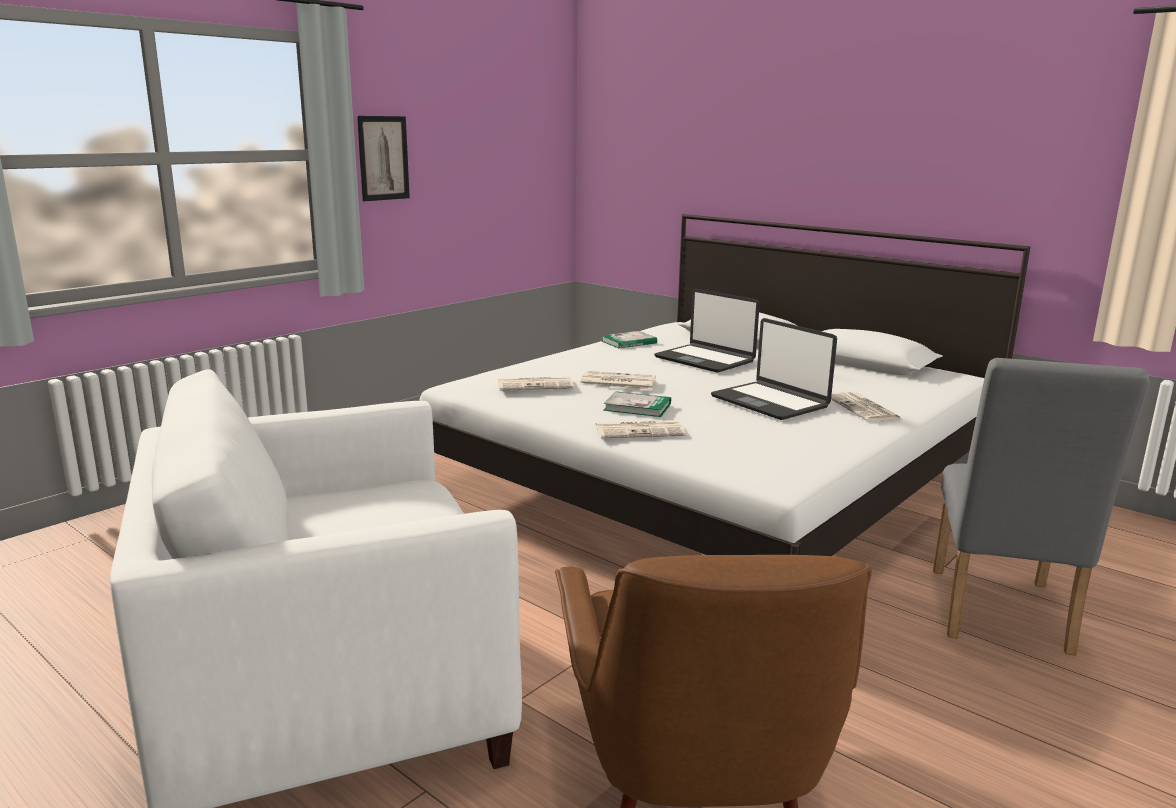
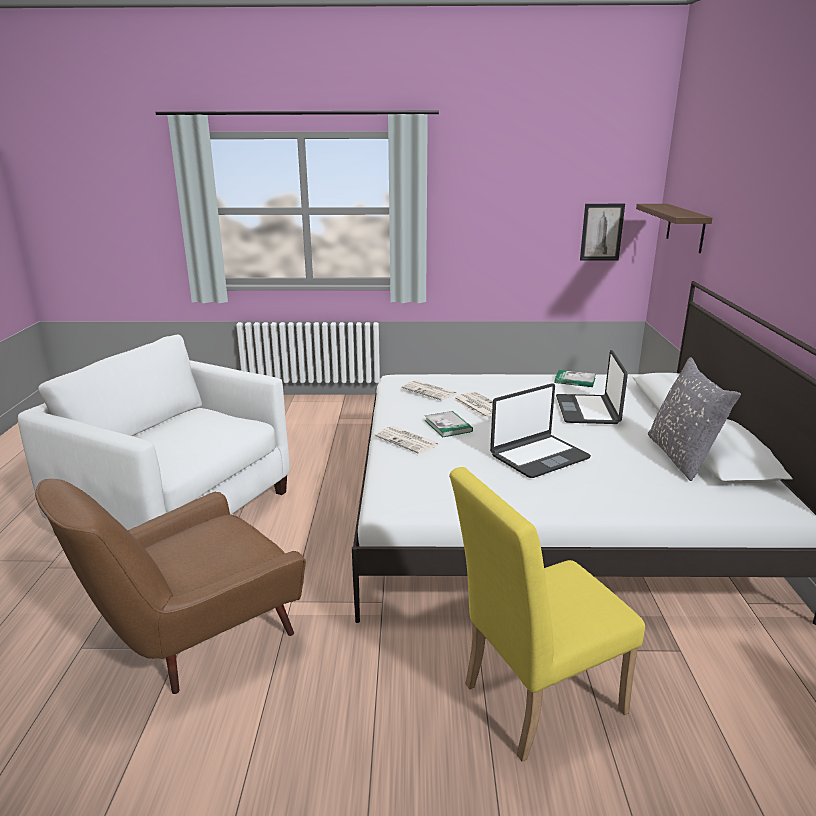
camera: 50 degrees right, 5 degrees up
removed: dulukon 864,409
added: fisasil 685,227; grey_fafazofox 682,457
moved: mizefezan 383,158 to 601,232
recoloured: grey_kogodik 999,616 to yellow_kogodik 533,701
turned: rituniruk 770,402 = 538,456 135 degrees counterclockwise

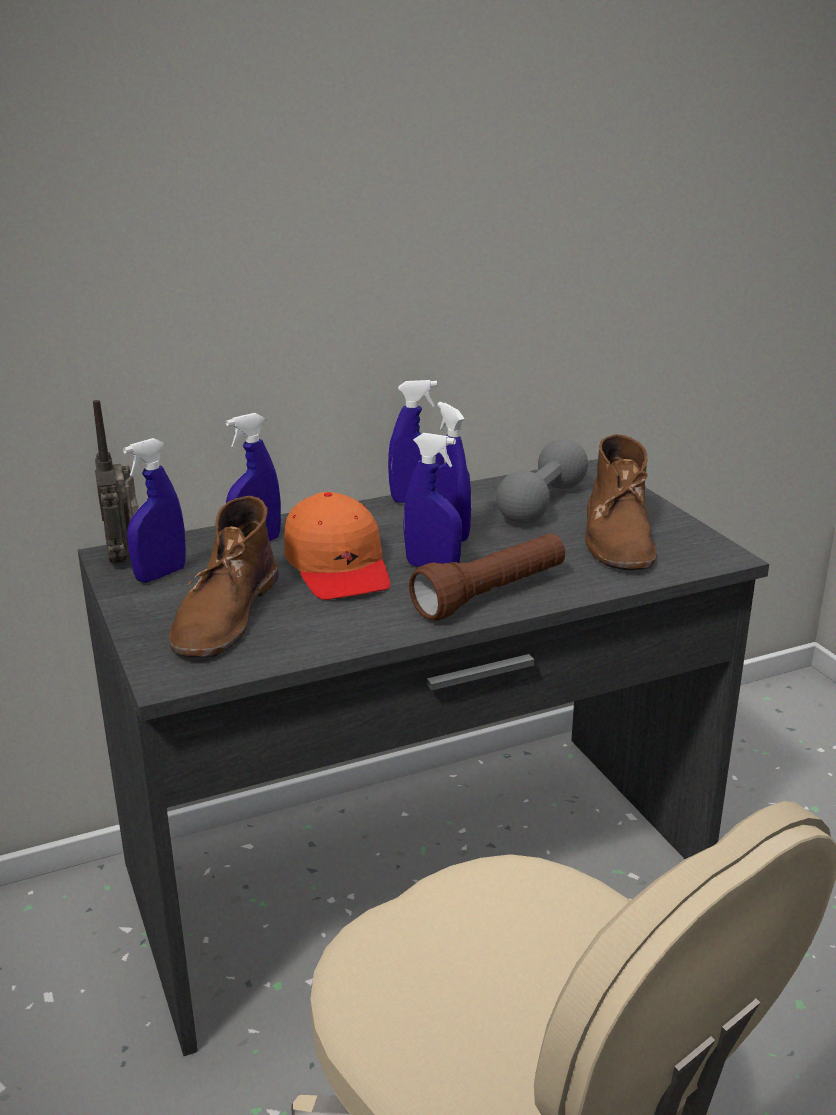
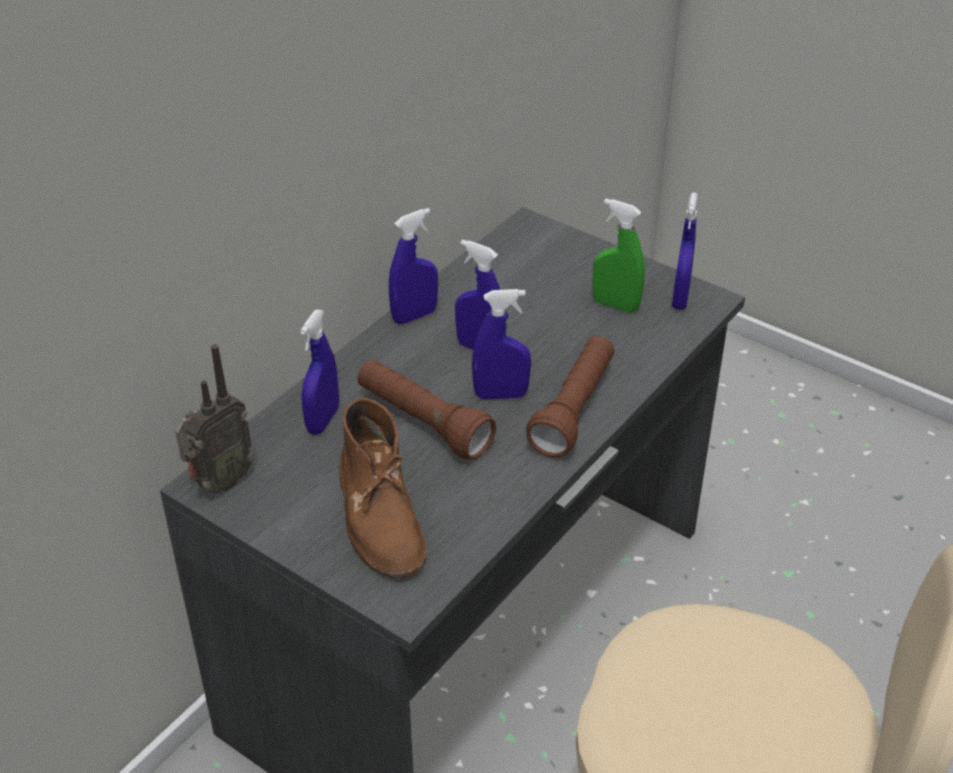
camera: 30 degrees left, 15 degrees up
removed: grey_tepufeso 542,503
moved: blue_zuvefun 161,575 to 680,298
replaced: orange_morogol 338,566 to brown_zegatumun 423,423; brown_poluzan 618,537 to green_zuvefun 615,305
turned: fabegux 125,557 = 219,483 90 degrees counterclockwise

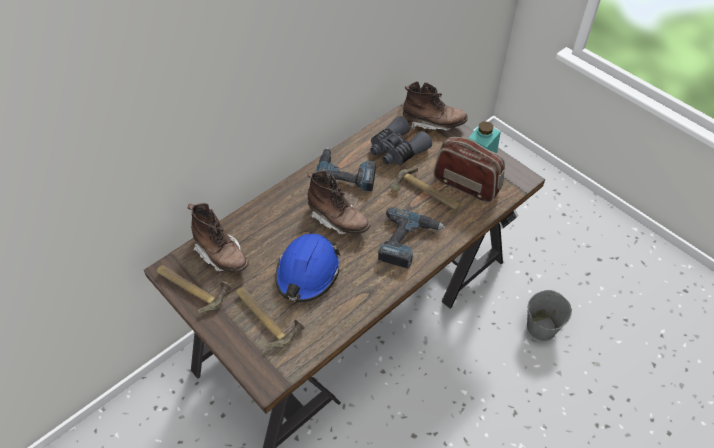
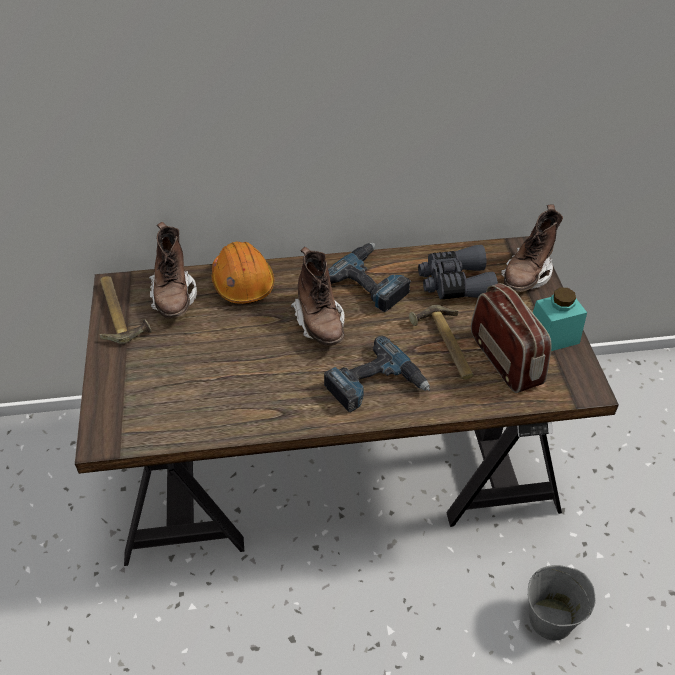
camera: 35 degrees right, 5 degrees down
removed: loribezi 266,316; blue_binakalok 307,273
added: orange_binakalok 242,283
turned: brown_poluzan 433,123 = 526,275 75 degrees clockwise

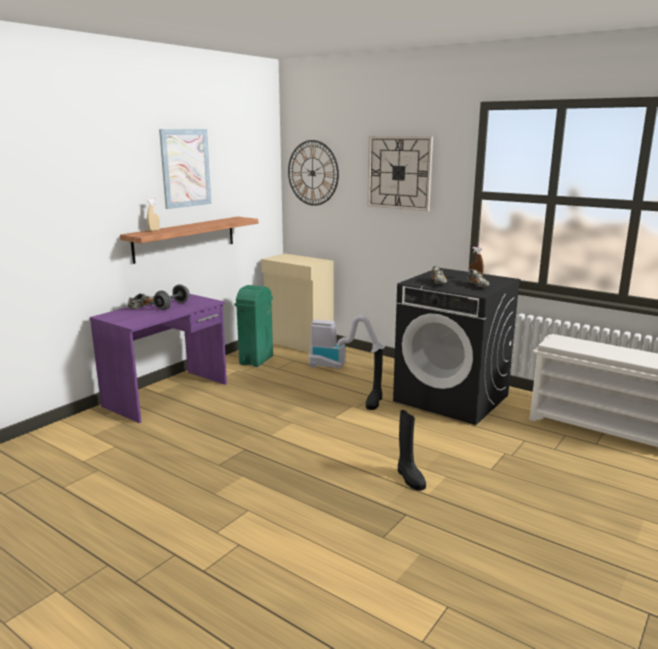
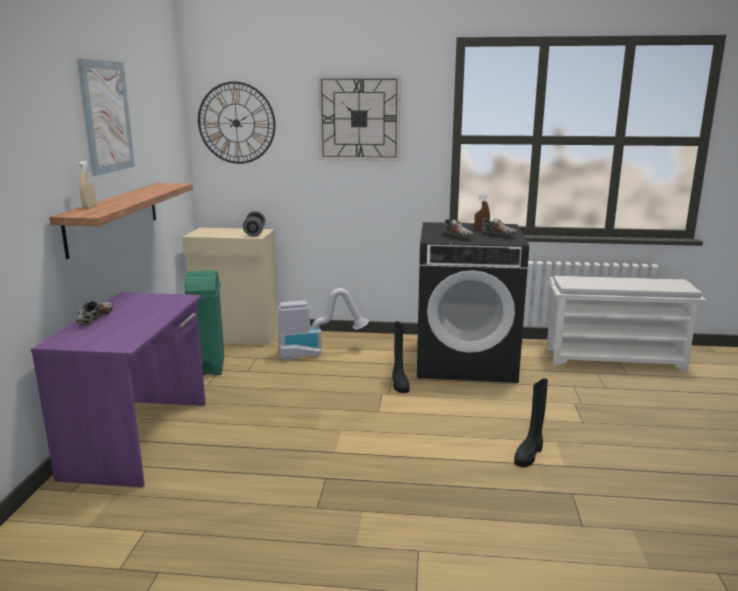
camera: 30 degrees left, 0 degrees up
moved: grey_tepufeso 172,306 to 254,233
turned: black_poluzan 409,478 = 529,454 90 degrees clockwise

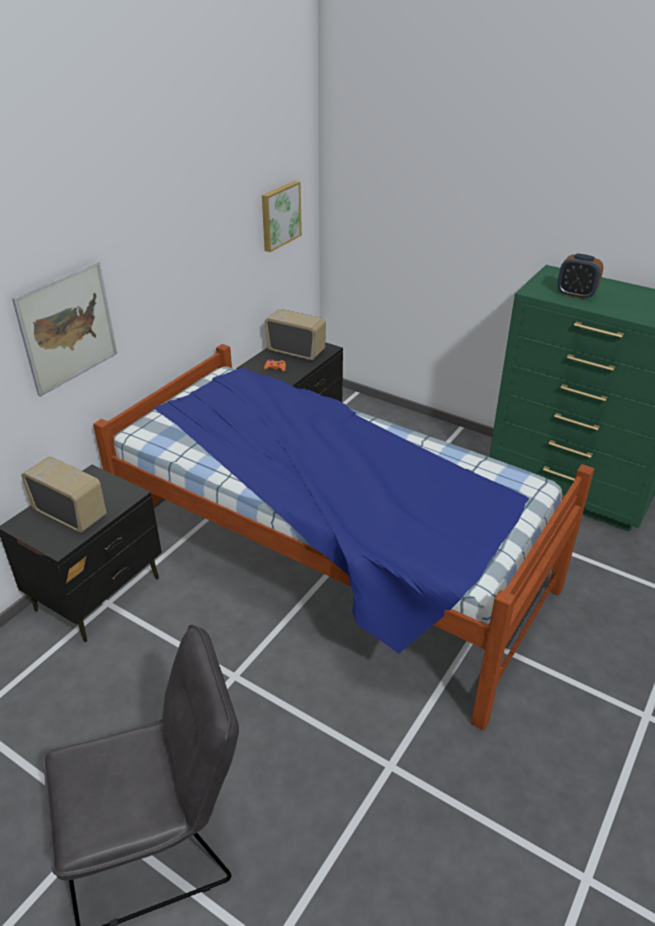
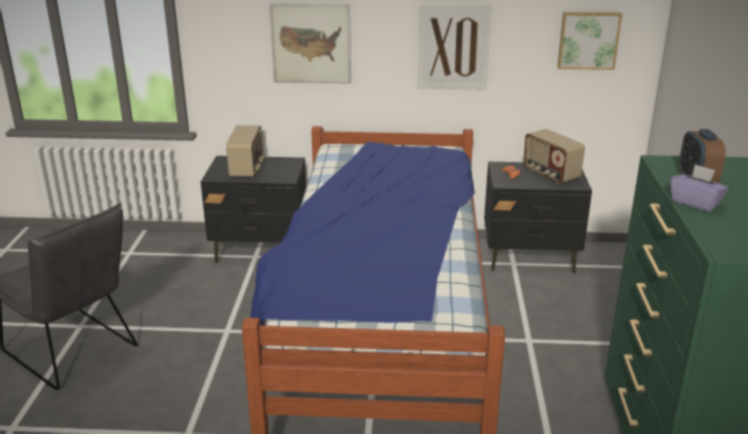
camera: 60 degrees right, 10 degrees down
added: mizefezan 453,47; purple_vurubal 695,203
turned: fabegux 296,351 = 550,174 150 degrees clockwise

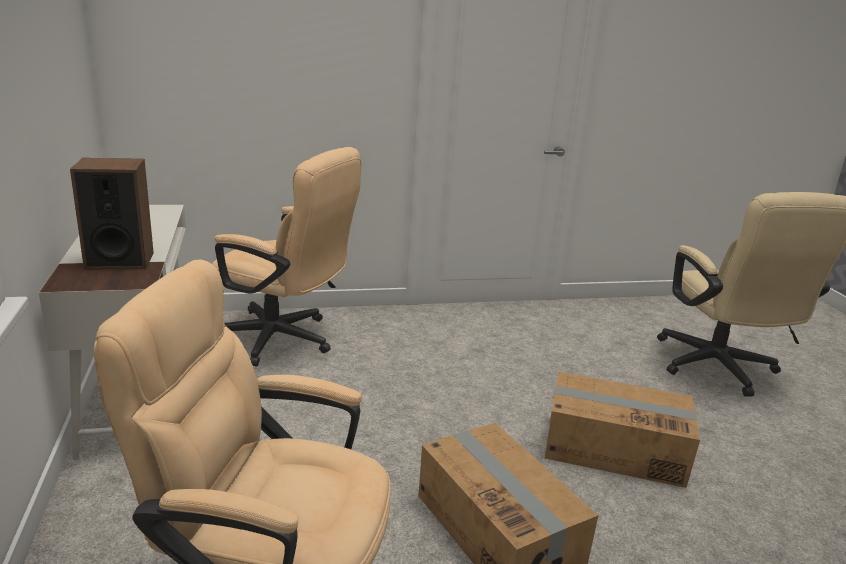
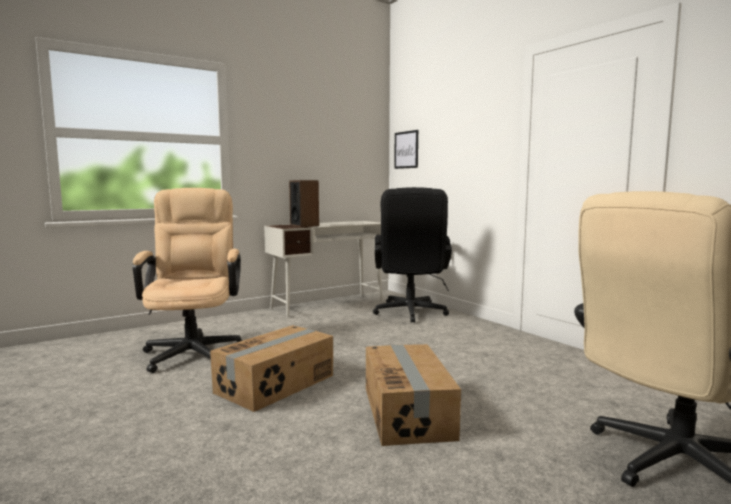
camera: 70 degrees right, 15 degrees down
added: mizefezan 406,150
recoloured: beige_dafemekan 283,340 to black_dafemekan 410,314

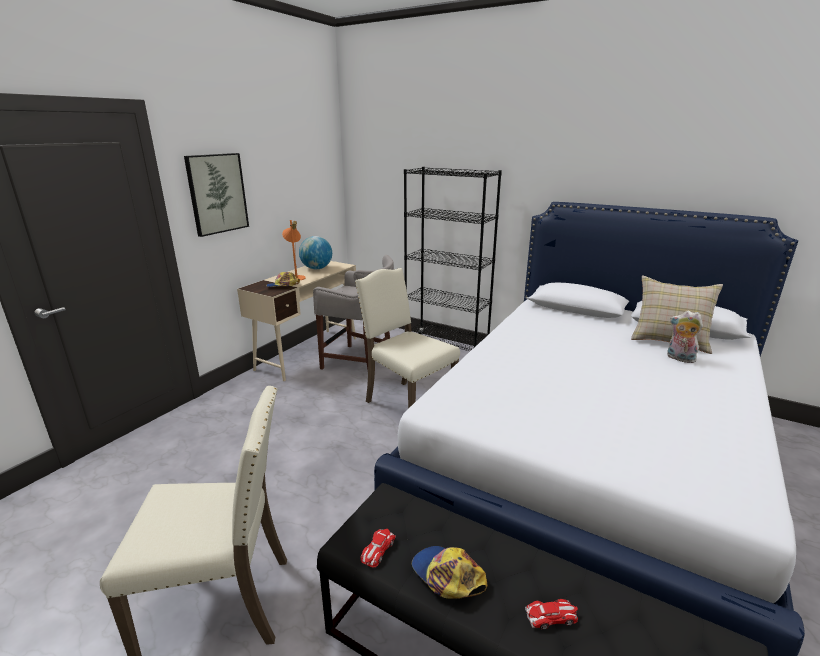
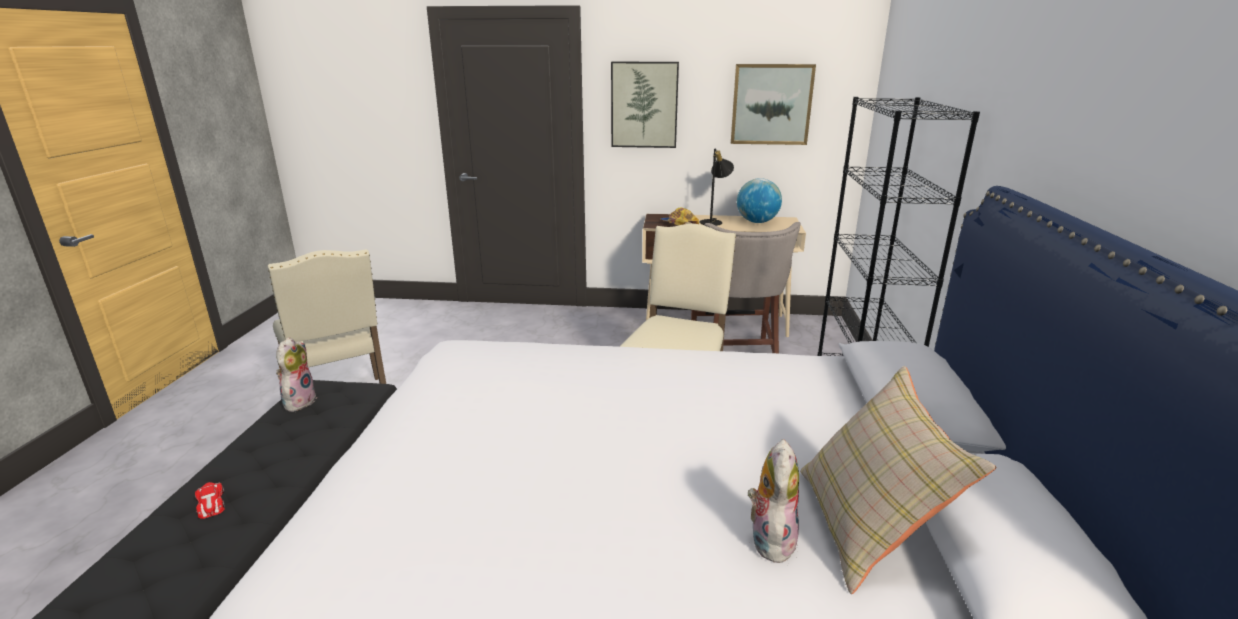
camera: 65 degrees right, 0 degrees up
removed: morogol 447,576
added: mizefezan 771,104
replaced: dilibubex 377,550 to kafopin 299,401
recoloured: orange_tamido 296,277 to black_tamido 714,222

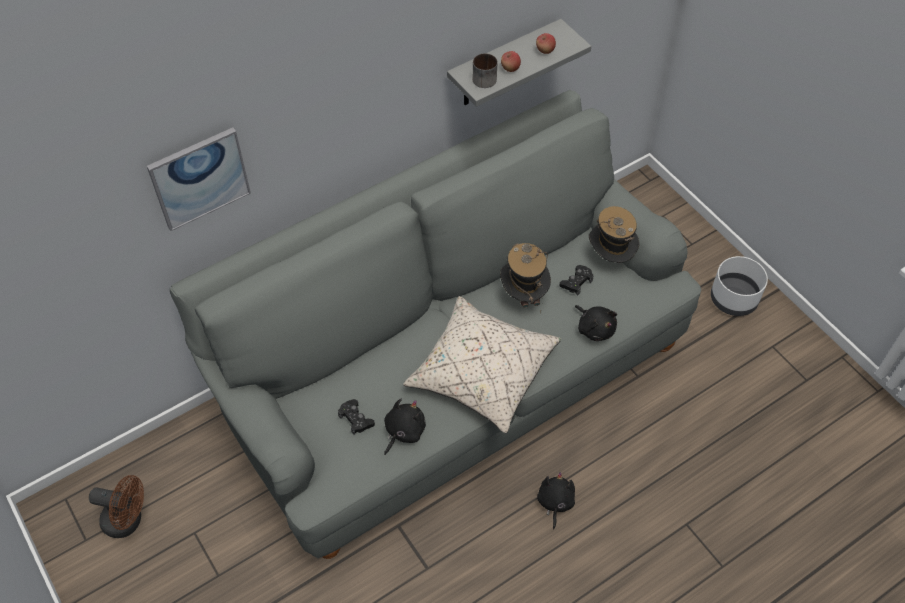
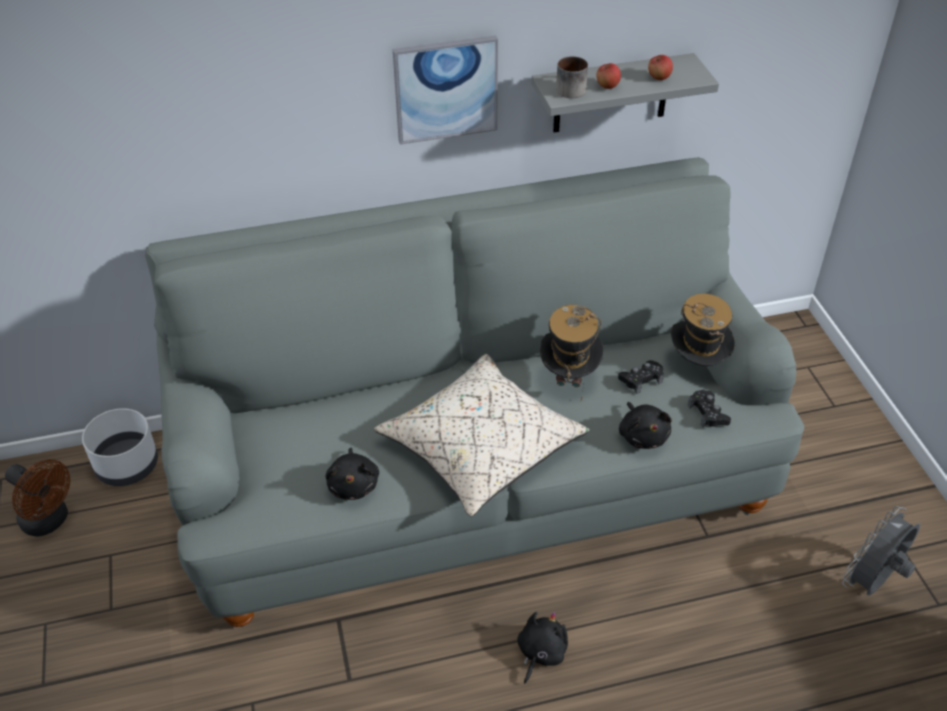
camera: 20 degrees right, 10 degrees down
added: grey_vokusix 872,582
moved: mizefezan 199,178 to 446,89; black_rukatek 356,419 to 708,413; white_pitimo 733,298 to 128,465
turned: black_kafopin 403,431 = 353,484 120 degrees clockwise

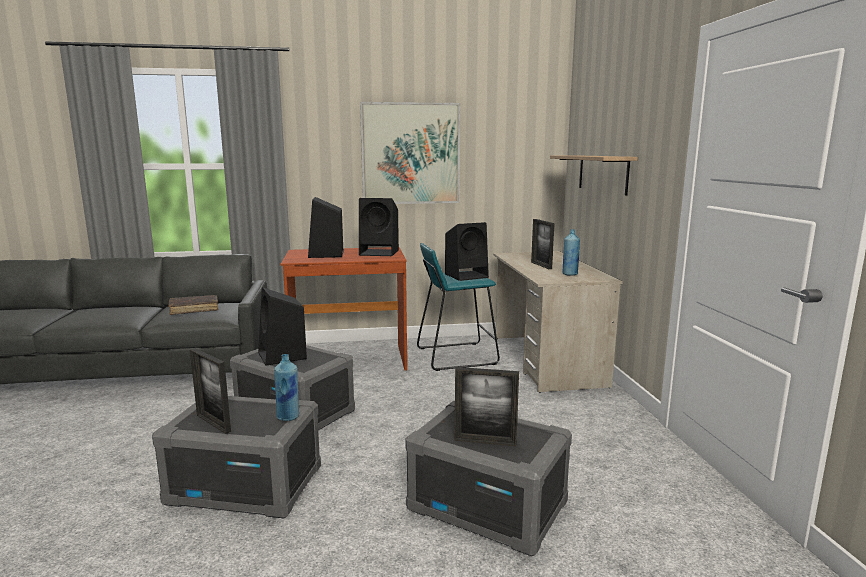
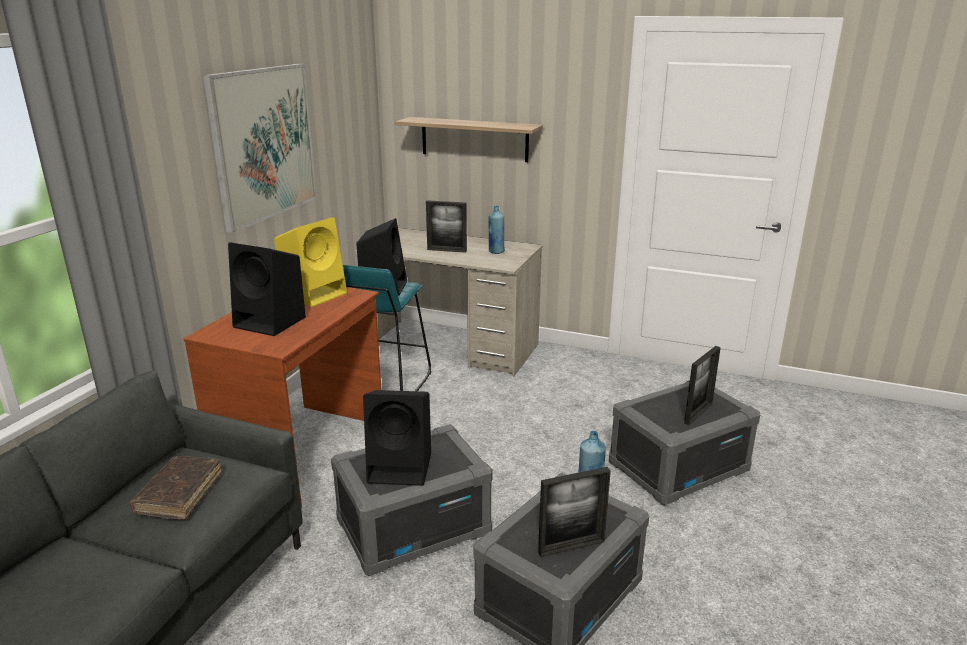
camera: 60 degrees left, 10 degrees up
recoloured: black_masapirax 380,253 to yellow_masapirax 315,294

